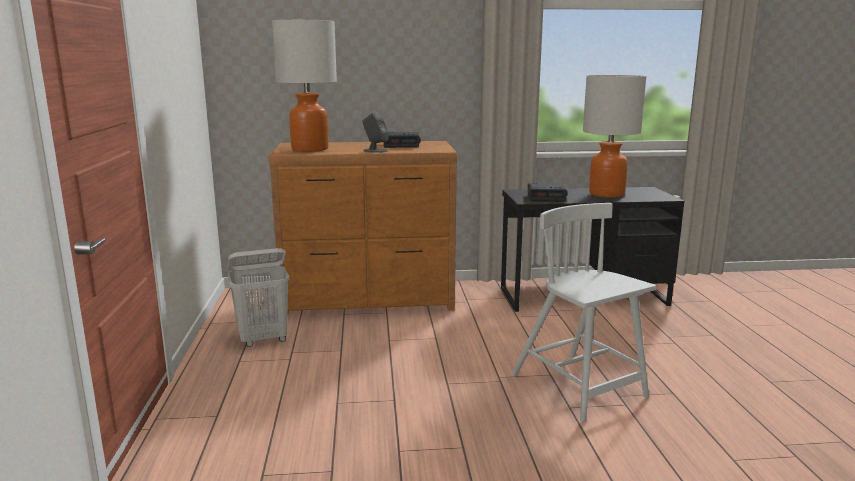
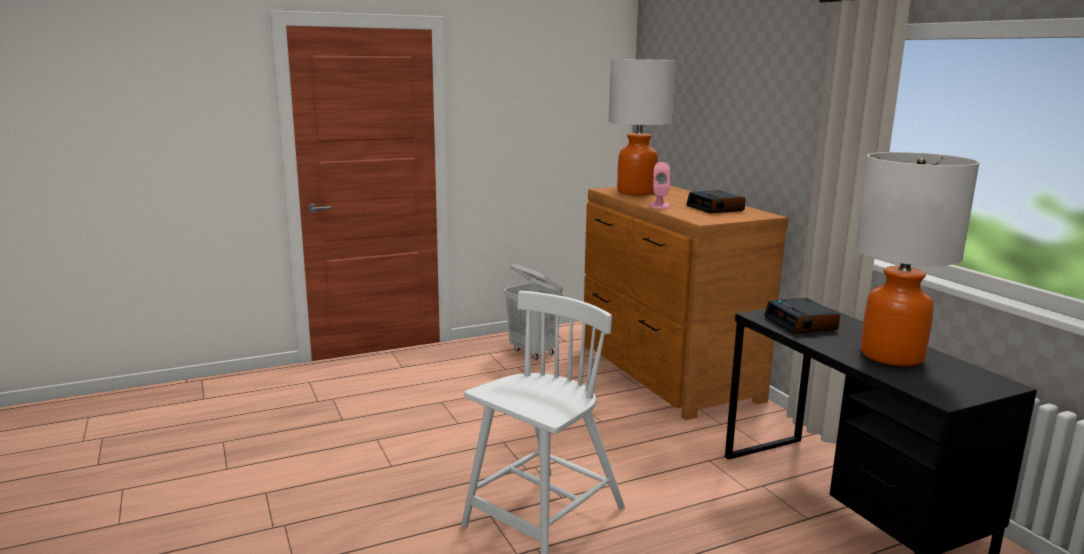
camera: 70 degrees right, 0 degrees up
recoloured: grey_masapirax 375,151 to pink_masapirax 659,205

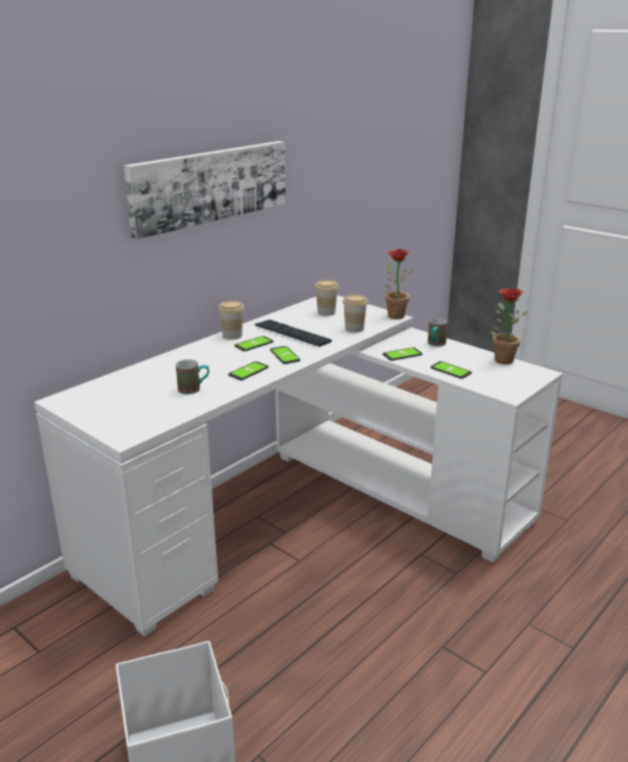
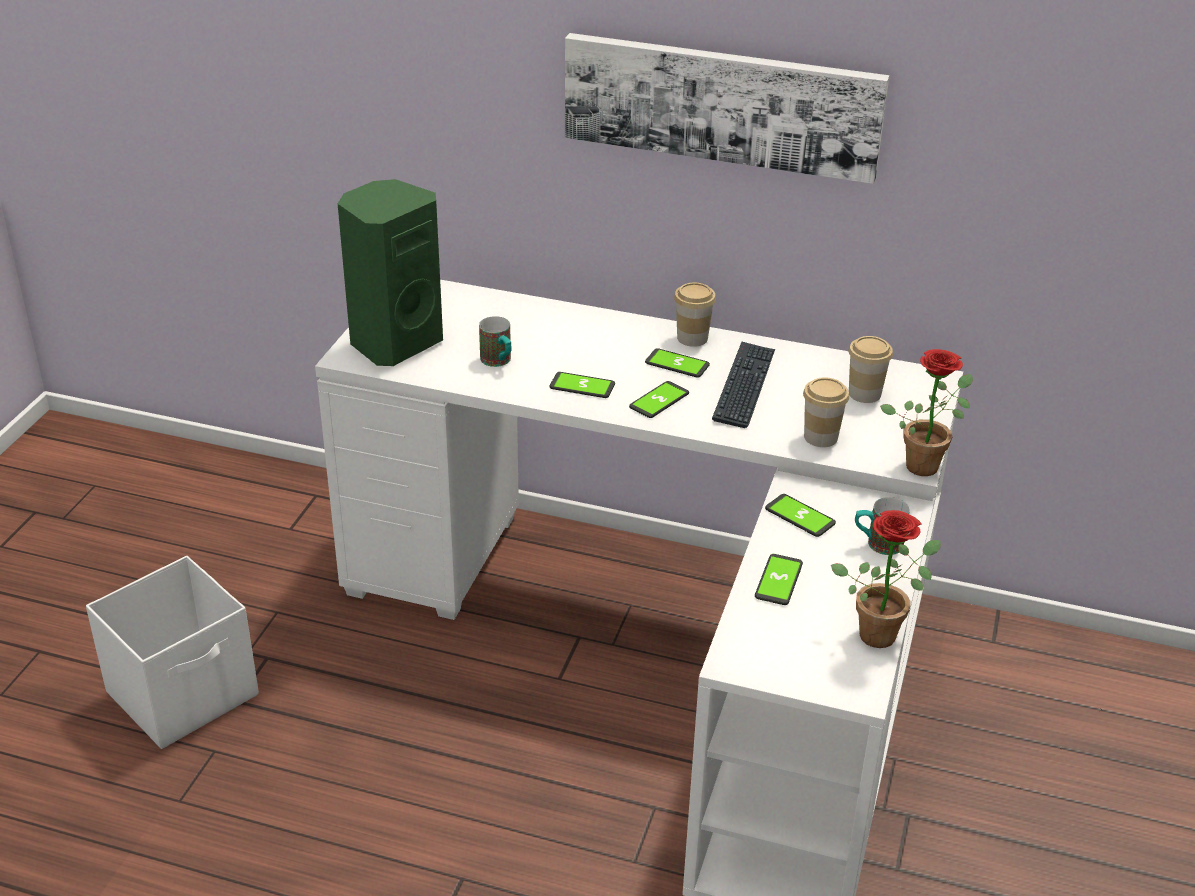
camera: 65 degrees right, 10 degrees up
added: green_masapirax 394,342

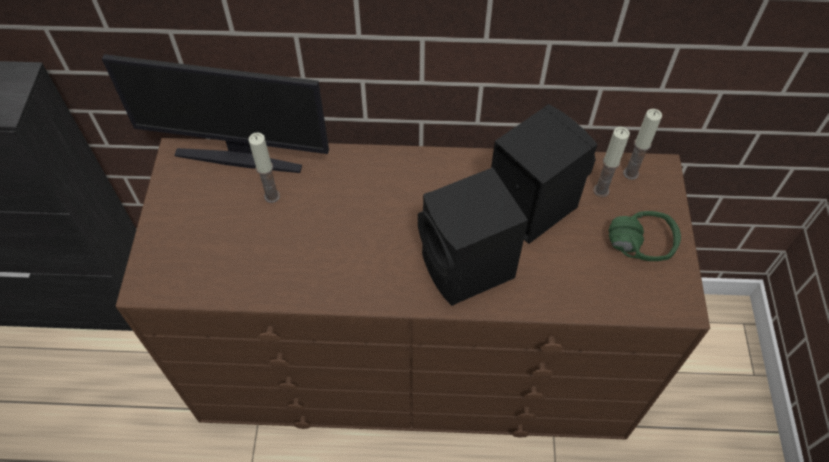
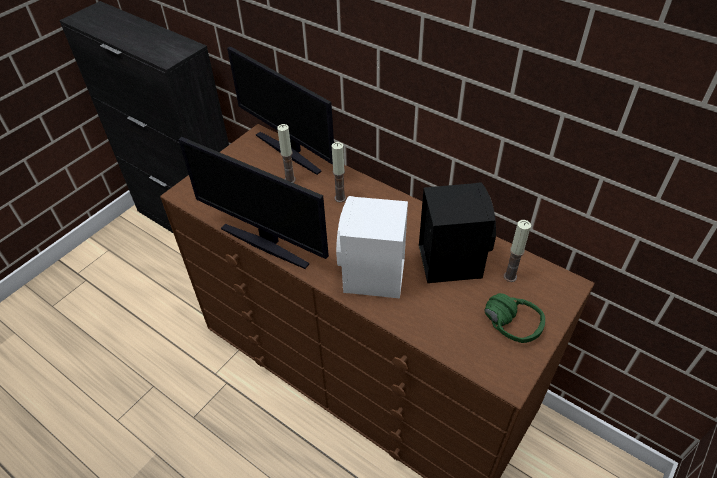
camera: 35 degrees right, 10 degrees down
added: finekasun 266,244
moved: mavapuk 630,173 to 340,198
recoloured: black_masapirax 468,269 to white_masapirax 373,278

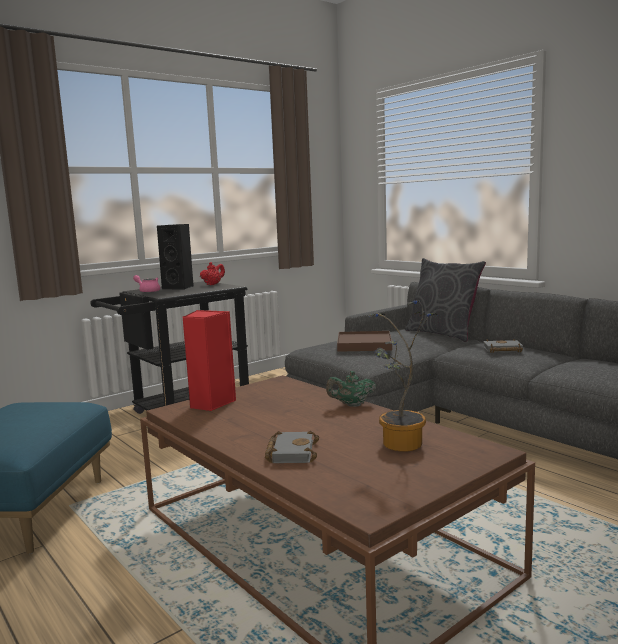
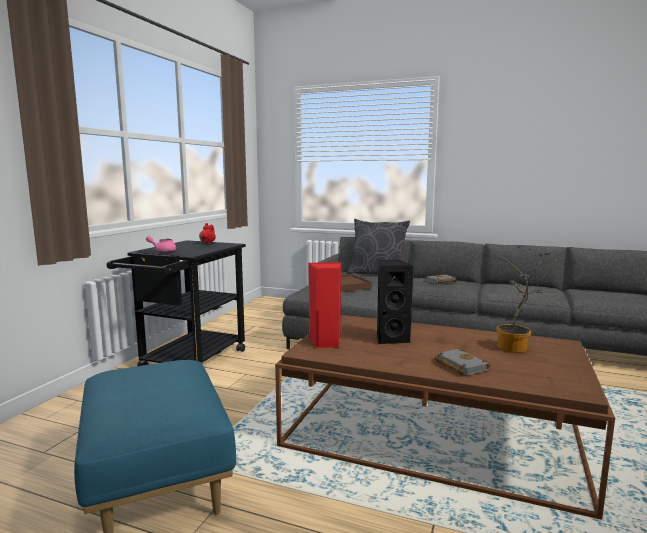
camera: 30 degrees left, 0 degrees up
removed: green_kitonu 351,405
moved: black_masapirax 179,287 to 391,338

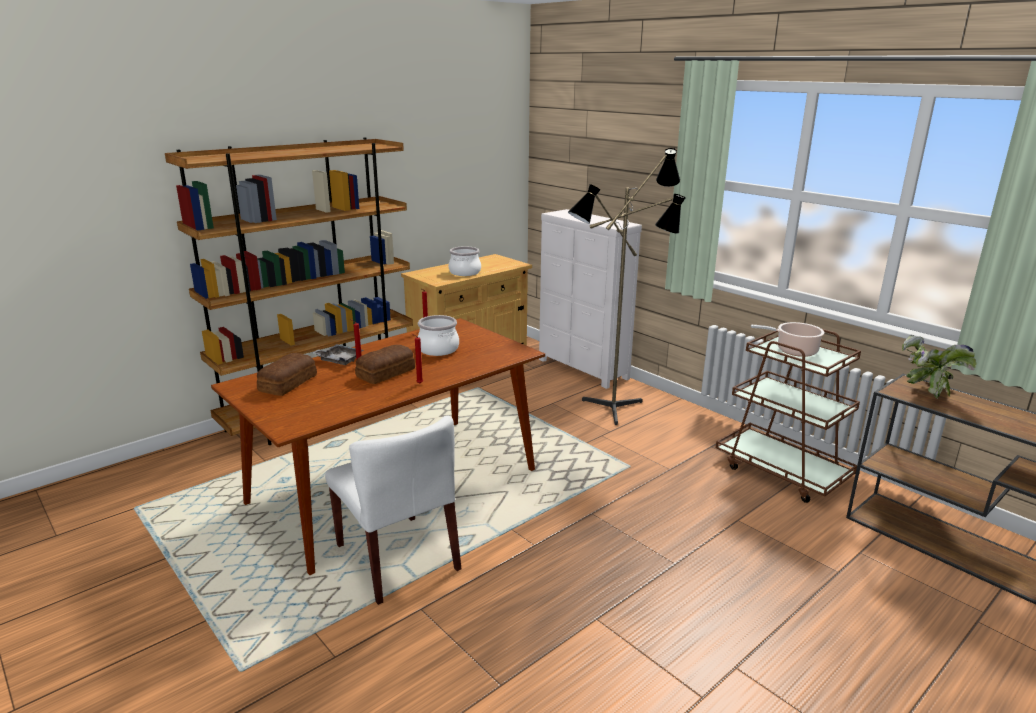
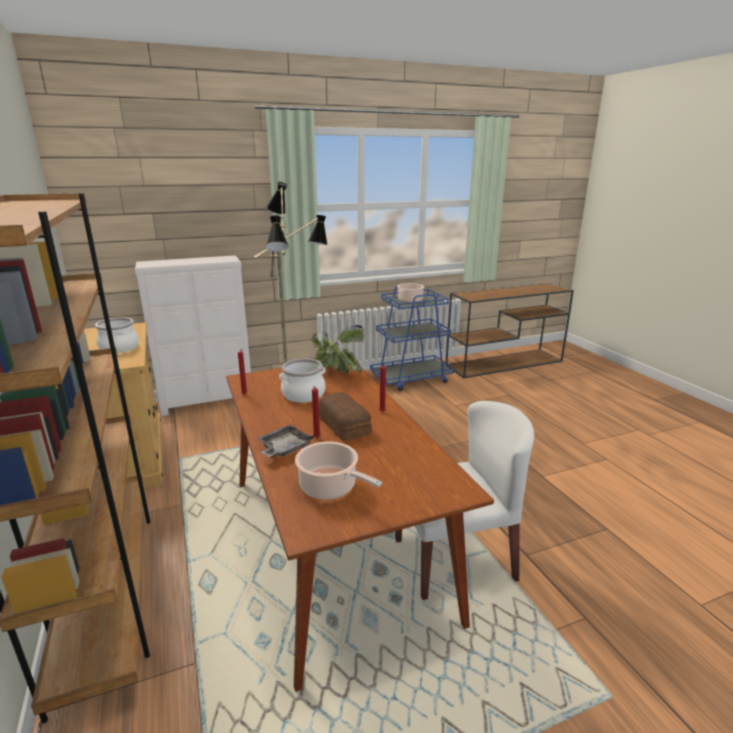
camera: 70 degrees left, 0 degrees up
moved: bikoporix 926,392 to 336,372
replaced: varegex 286,383 to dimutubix 330,488
recoloured: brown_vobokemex 782,472 to blue_vobokemex 411,379

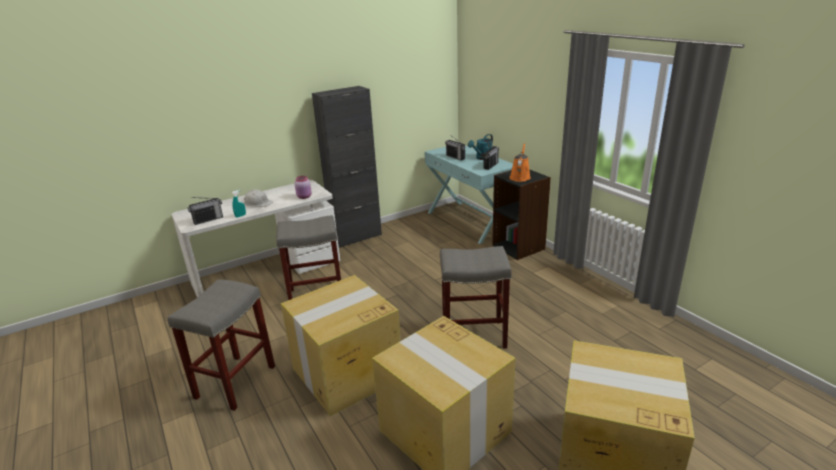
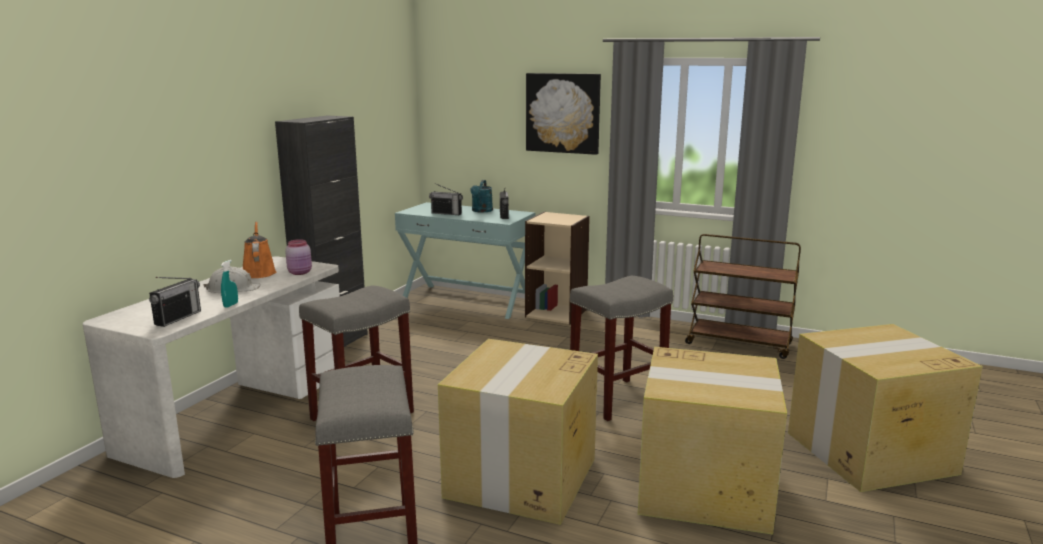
camera: 35 degrees left, 10 degrees down
added: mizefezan 563,113; brown_vobokemex 739,344
moved: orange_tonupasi 520,177 to 259,272
recoloured: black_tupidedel 519,247 to beige_tupidedel 556,313

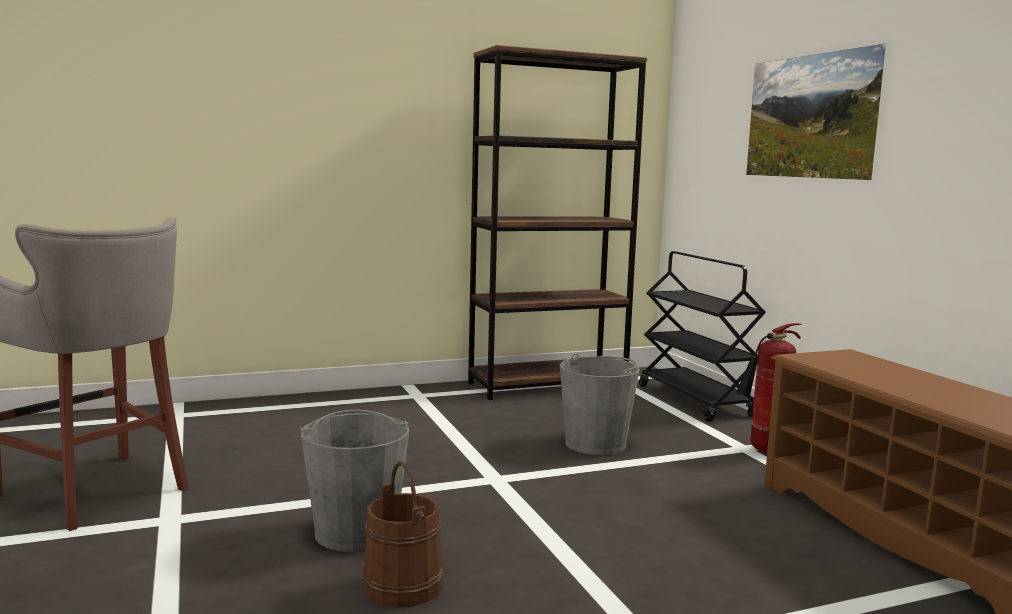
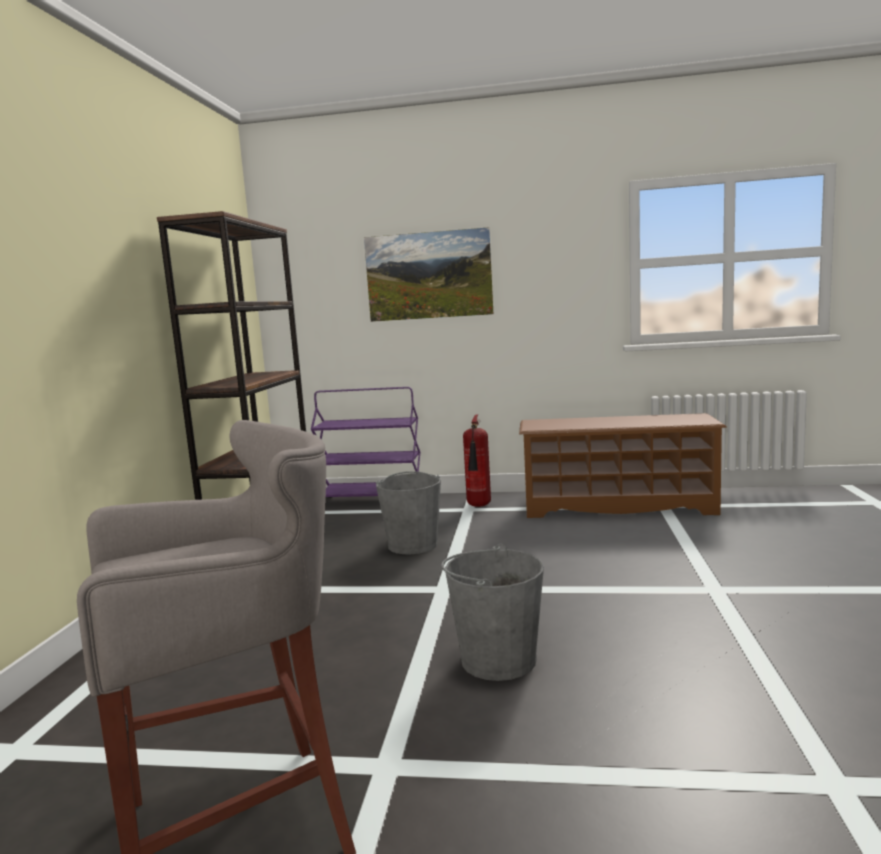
camera: 60 degrees left, 0 degrees up
removed: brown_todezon 403,585
recoloured: black_vobokemex 696,401 to purple_vobokemex 372,501

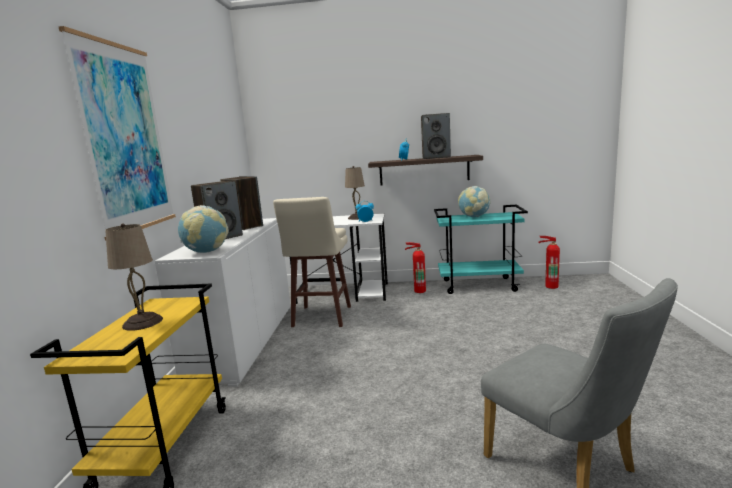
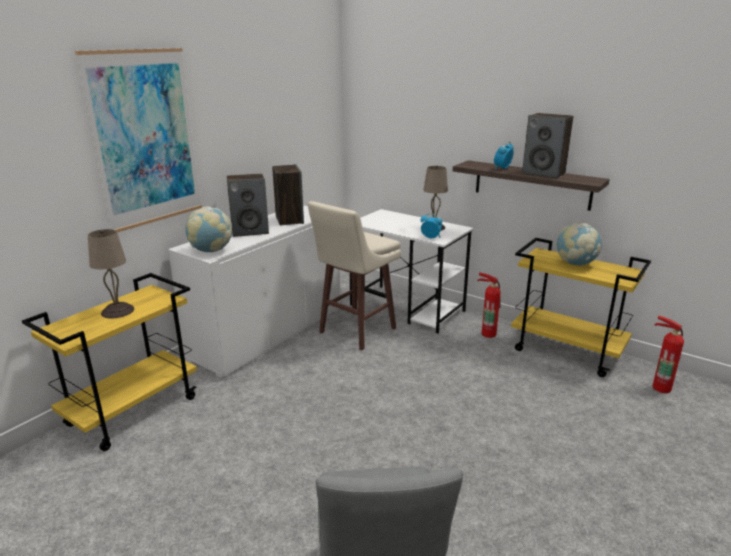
camera: 30 degrees right, 10 degrees up
recoloured: turquoise_vobokemex 479,285 to yellow_vobokemex 567,351

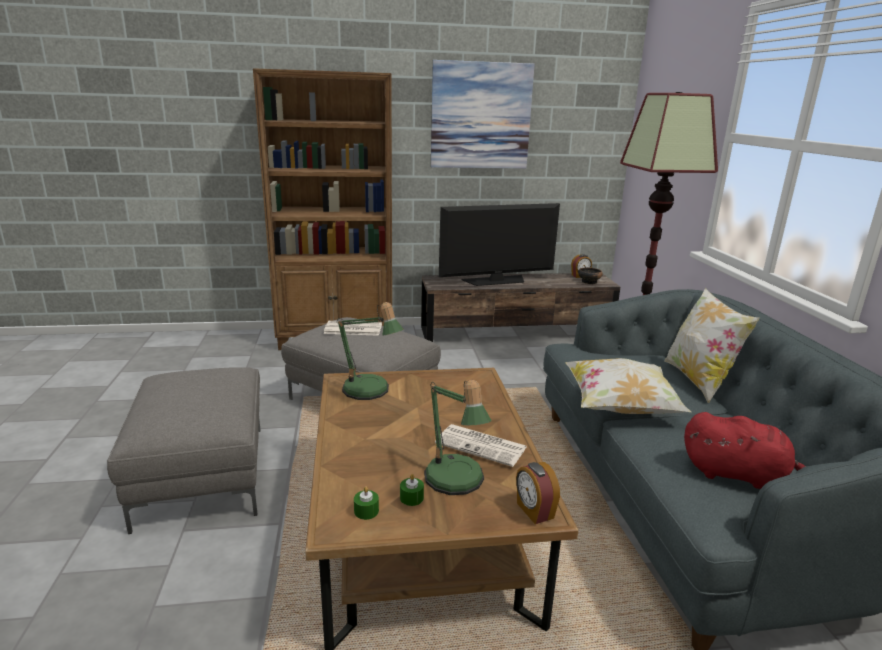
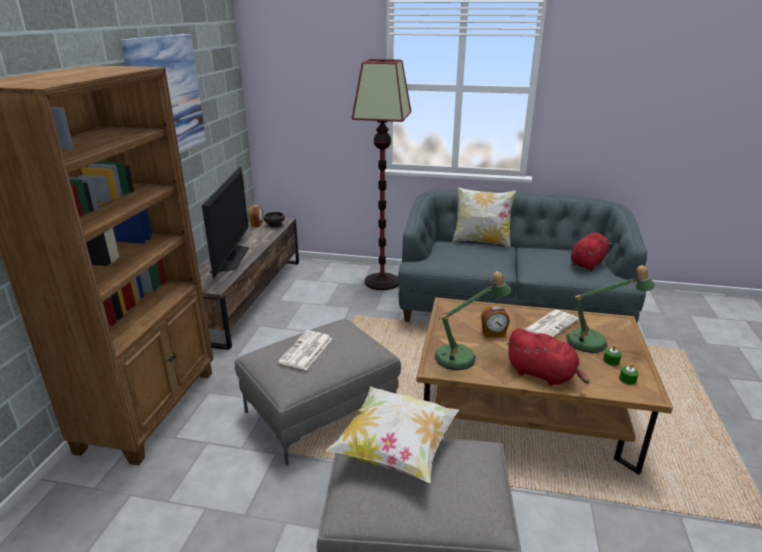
camera: 70 degrees left, 5 degrees up
added: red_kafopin 543,375
moved: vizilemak 534,511 to 493,333; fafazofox 620,408 to 396,449

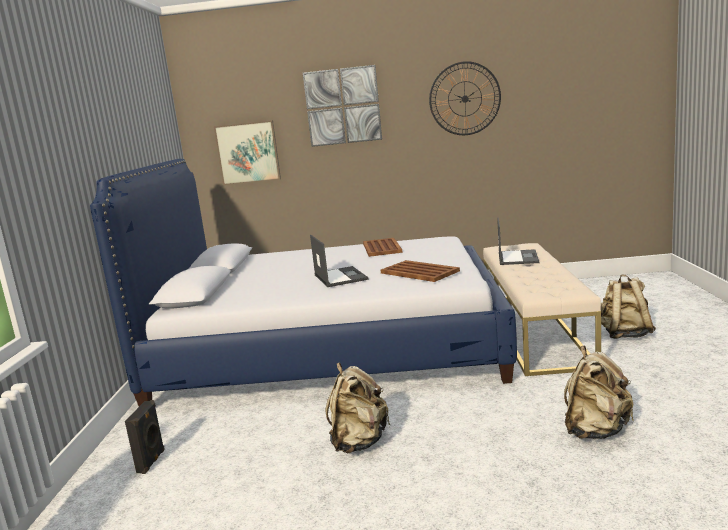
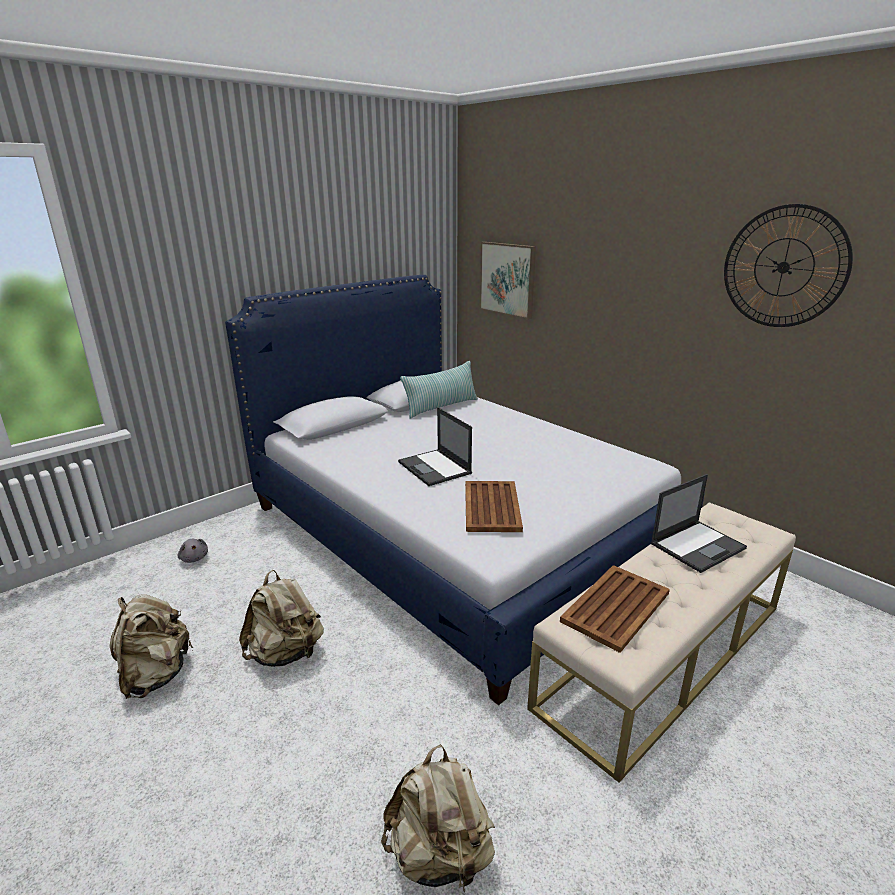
camera: 45 degrees right, 10 degrees up
removed: mizefezan 343,106
added: fafazofox 441,407
moved: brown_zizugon 382,248 to 616,607; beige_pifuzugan 624,334 to 156,674
replaced: black_masapirax 152,461 to grey_kafopin 194,558
turned: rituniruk 340,277 = 435,468 120 degrees clockwise

